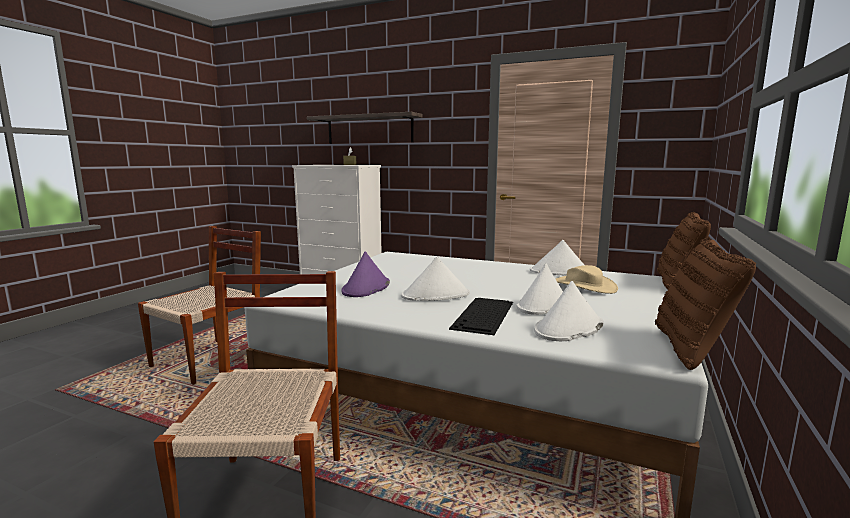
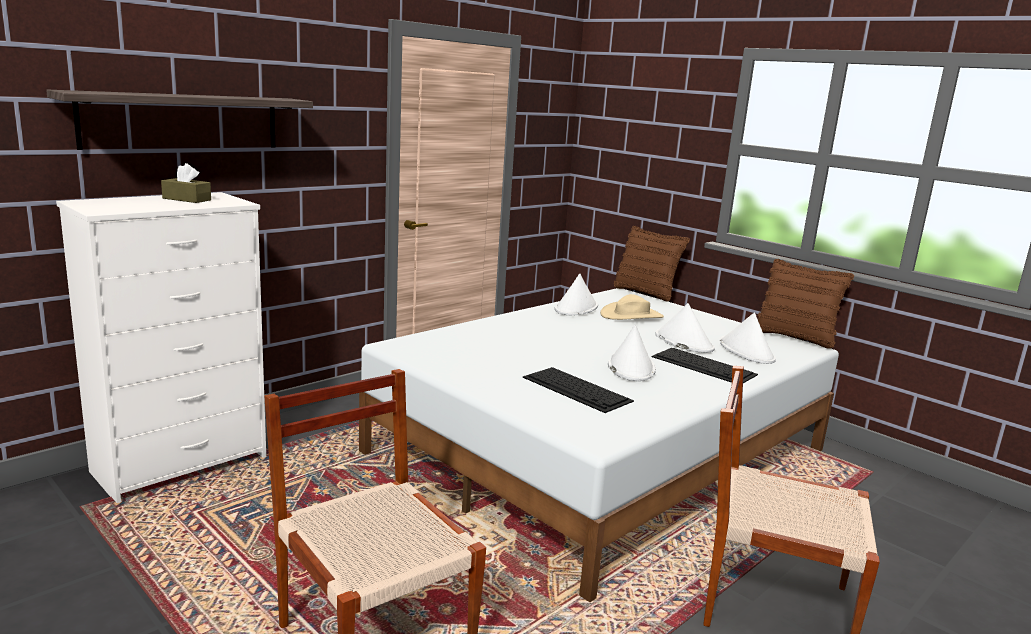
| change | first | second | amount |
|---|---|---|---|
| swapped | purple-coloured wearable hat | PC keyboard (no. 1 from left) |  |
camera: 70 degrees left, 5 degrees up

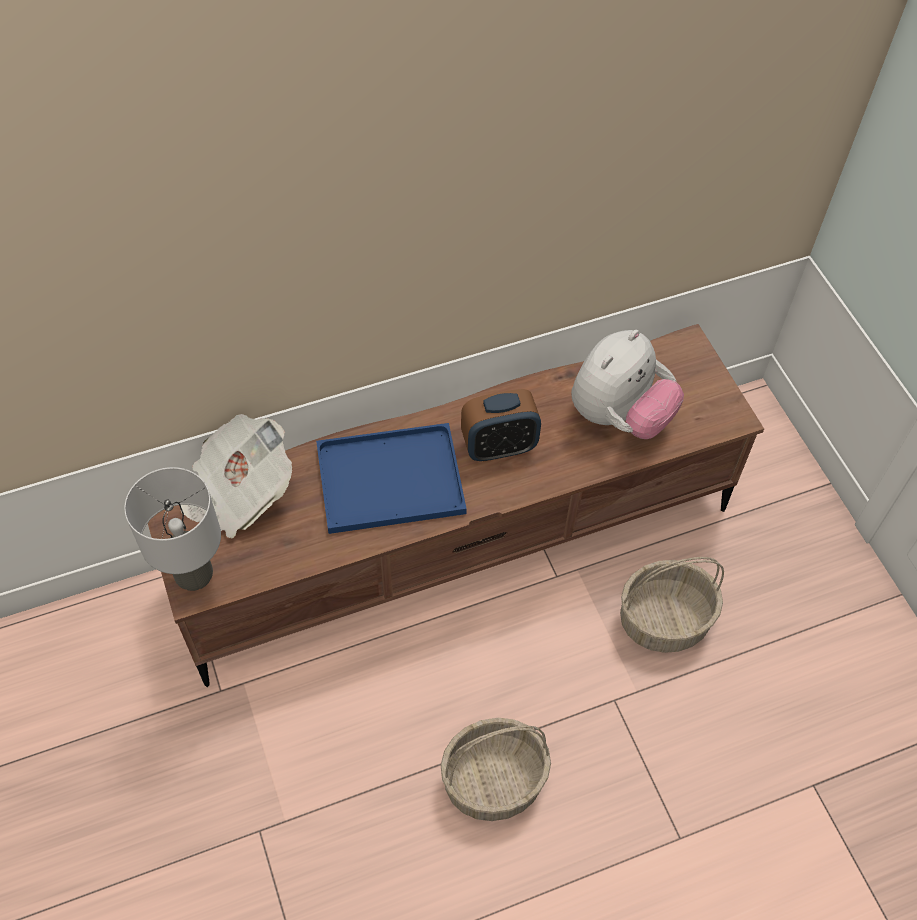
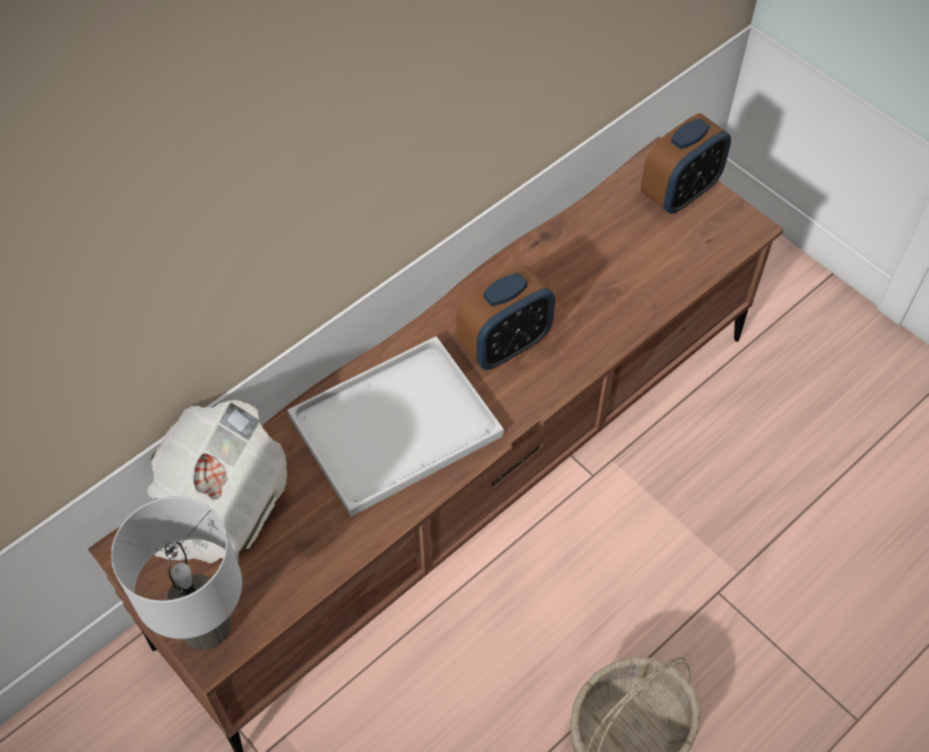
| change | first | second | amount |
|---|---|---|---|
| gone | plush toy |  |  |
| repainted | blue carrying tray | white-coloured carrying tray |  |
| gone | household basket (no. 2 from left) |  |  |
| new |  | bedside clock (no. 2 from left) |  |
camera: 20 degrees left, 0 degrees up

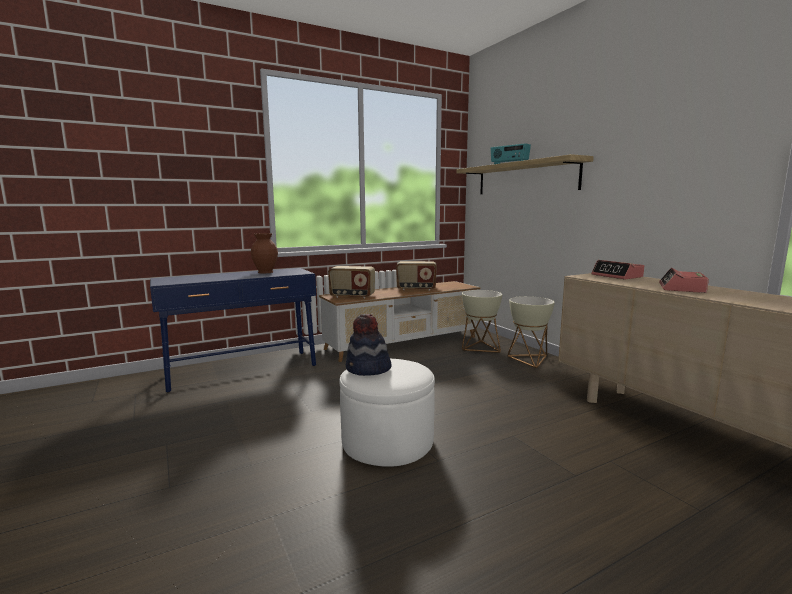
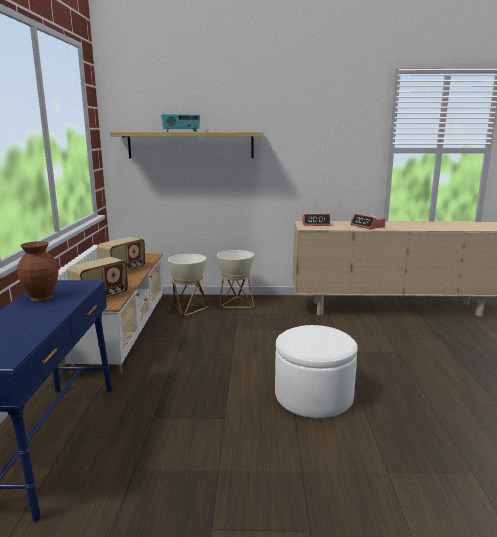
| change | first | second | amount |
|---|---|---|---|
| gone | wearable hat |  |  |
camera: 60 degrees left, 5 degrees up

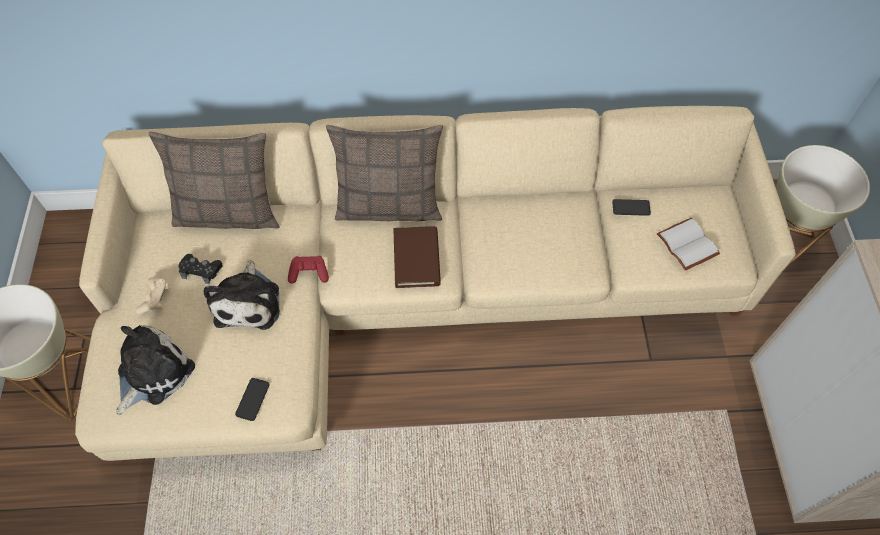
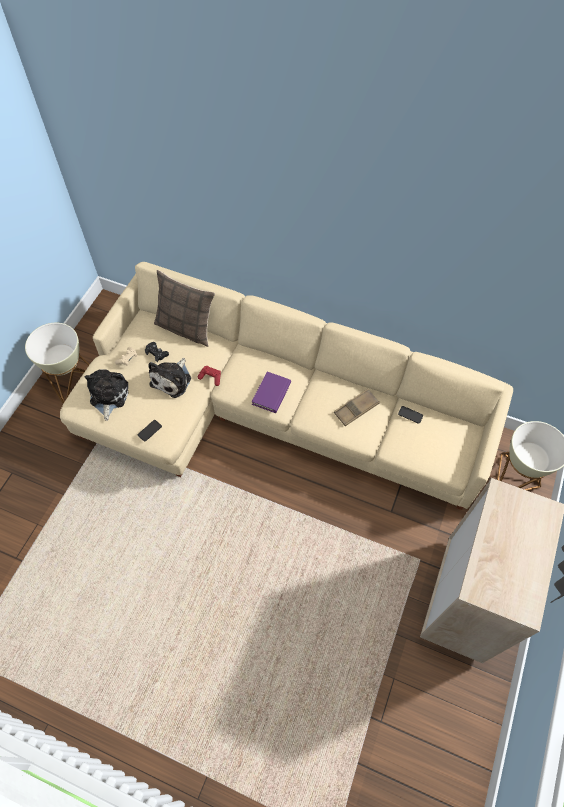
| change | first | second | amount |
|---|---|---|---|
| gone | cushion (no. 2 from left) |  |  |
| gone | white-coloured bound book |  |  |
| repainted | brown-coloured bound book | purple-coloured bound book |  |
| rotated | plush toy (no. 1 from left) |  | 60 degrees counterclockwise |
| new |  | brown-coloured carrying tray |  |
camera: 25 degrees right, 0 degrees up

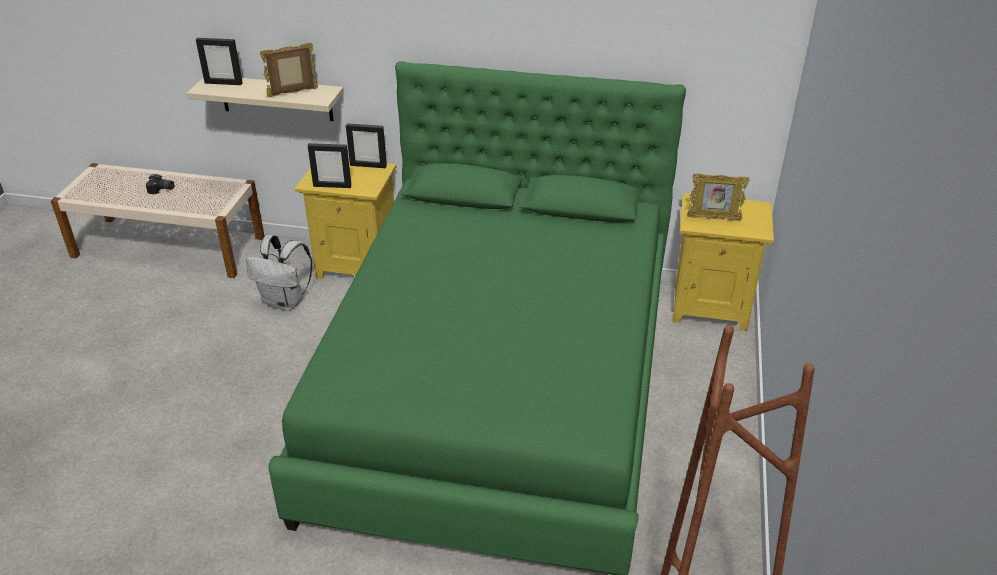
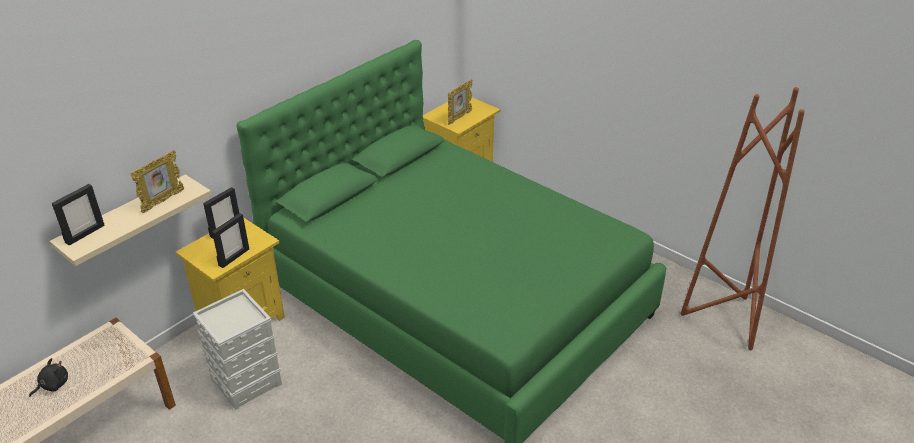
| change | first | second | amount |
|---|---|---|---|
| rotated | standing frame (no. 2 from left) |  | 150 degrees counterclockwise |
| swapped | still camera | black plush toy |  |
| swapped | white-coloured rucksack | gray storage bin |  |
camera: 60 degrees left, 0 degrees up

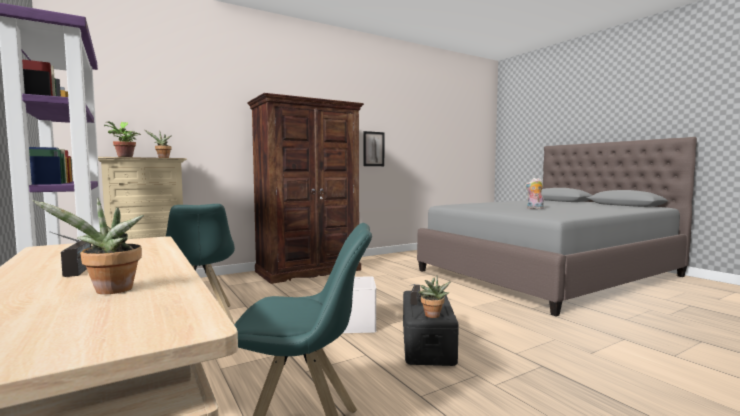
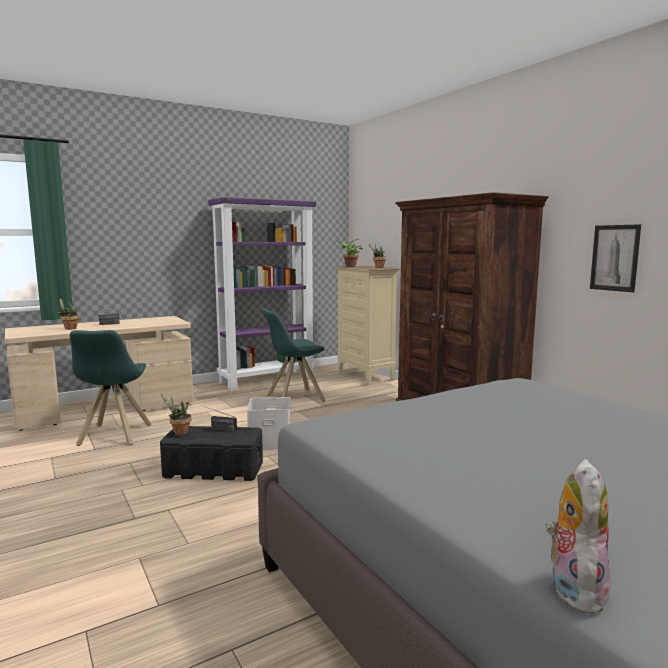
| change | first | second | amount |
|---|---|---|---|
| shifted | plush toy |  |  |
camera: 90 degrees right, 5 degrees up

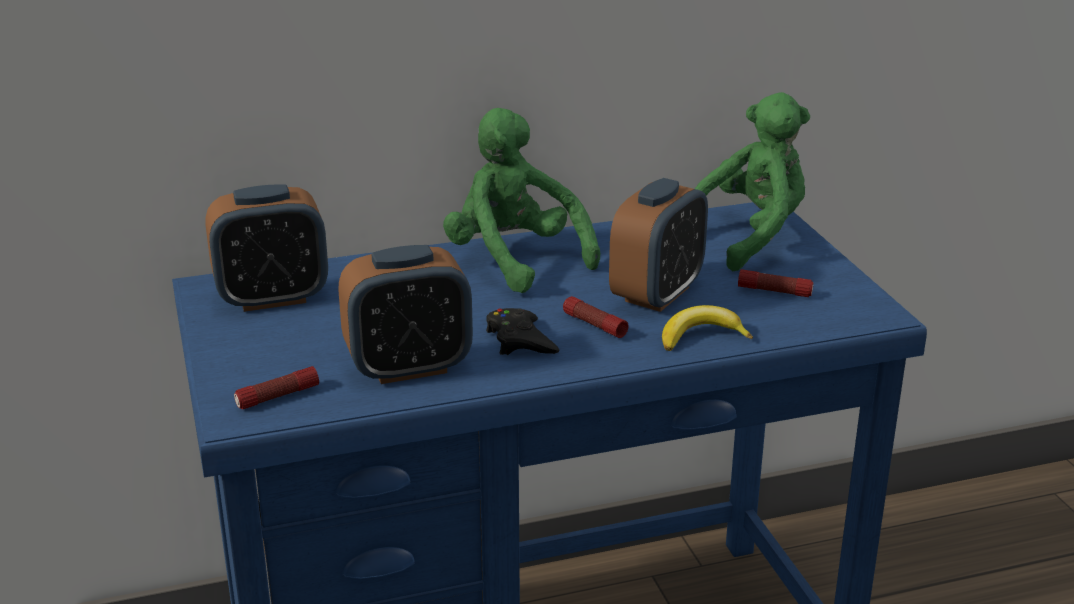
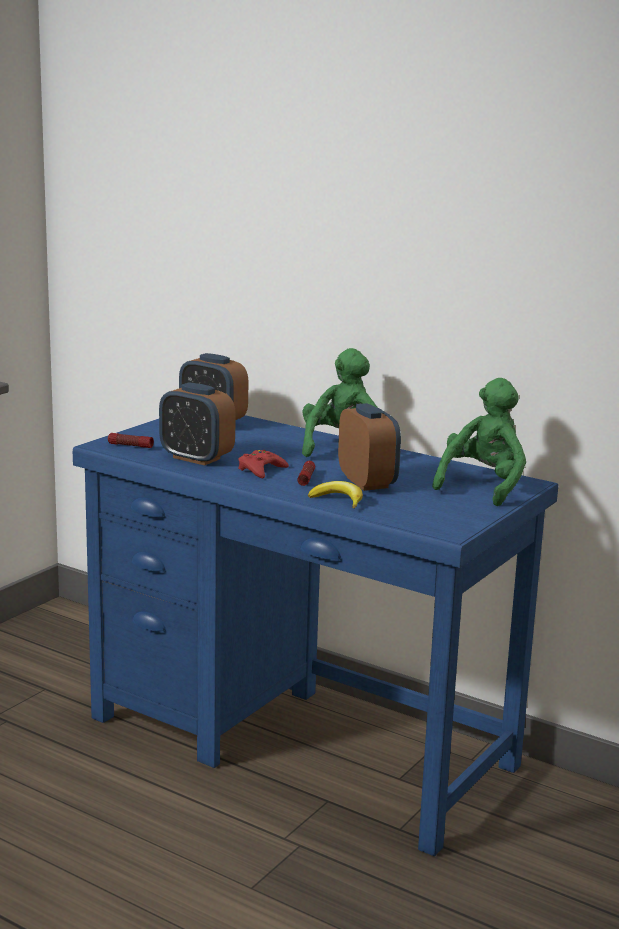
| change | first | second | amount |
|---|---|---|---|
| rotated | green-coloured plush toy (no. 2 from left) |  | 75 degrees counterclockwise |
| rotated | bedside clock (no. 3 from left) |  | 105 degrees counterclockwise |
| gone | hand torch (no. 3 from left) |  |  |
| repainted | black gamepad | reddish gamepad |  |
camera: 50 degrees right, 10 degrees down

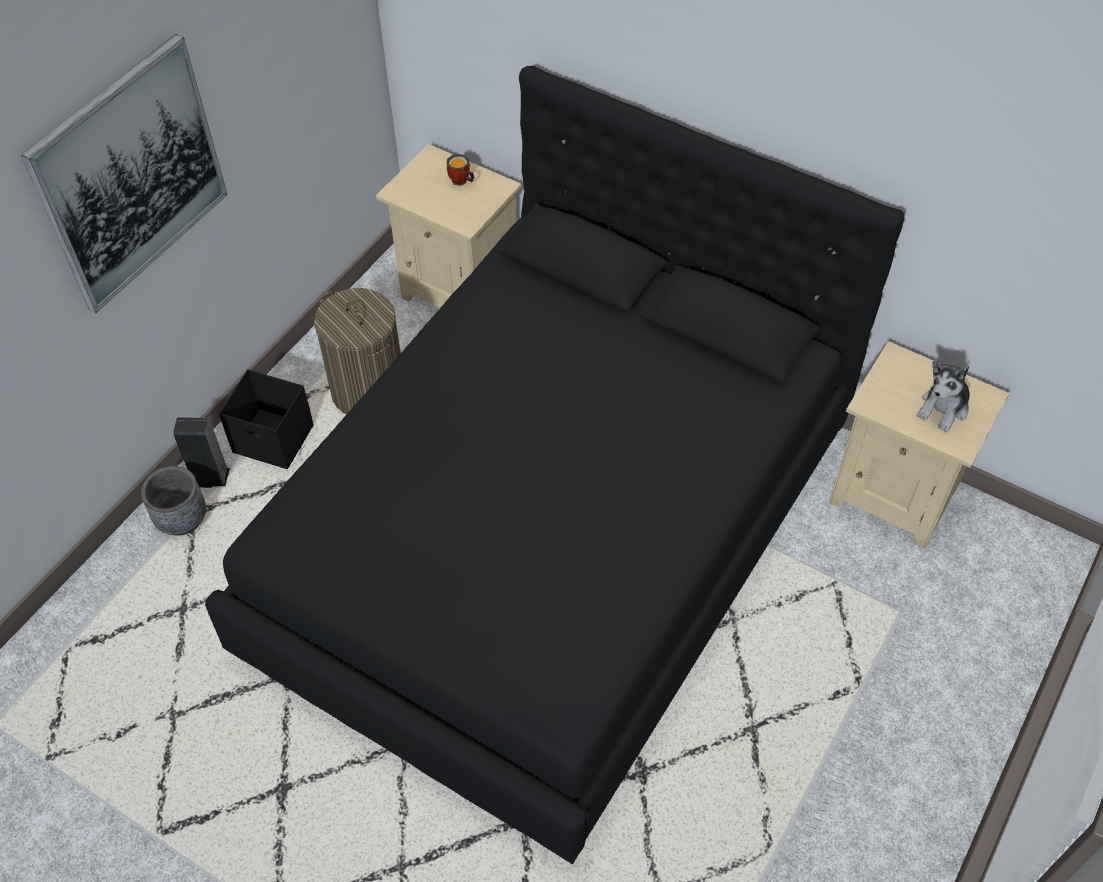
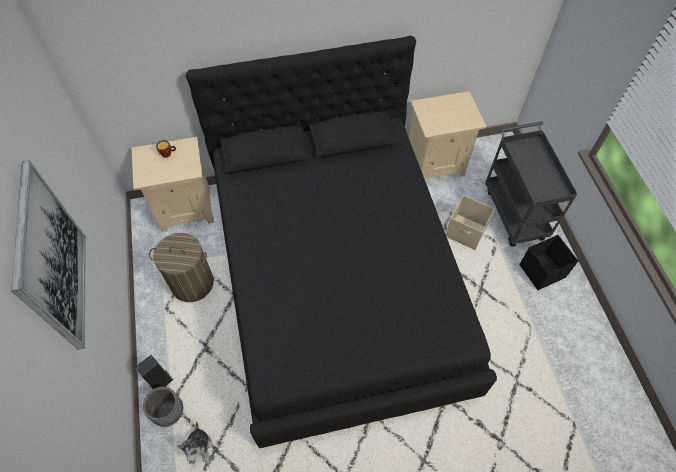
| change | first | second | amount |
|---|---|---|---|
| shifted | plush toy |  |  |
| shifted | black storage bin |  |  |
| new |  | gray cart |  |
| new |  | beige storage bin |  |
camera: 45 degrees left, 5 degrees up

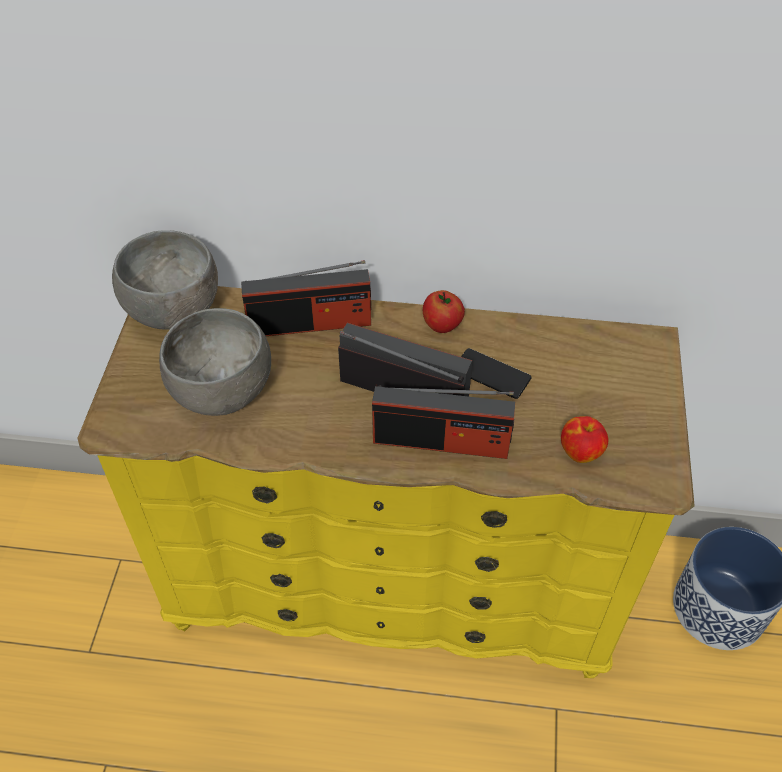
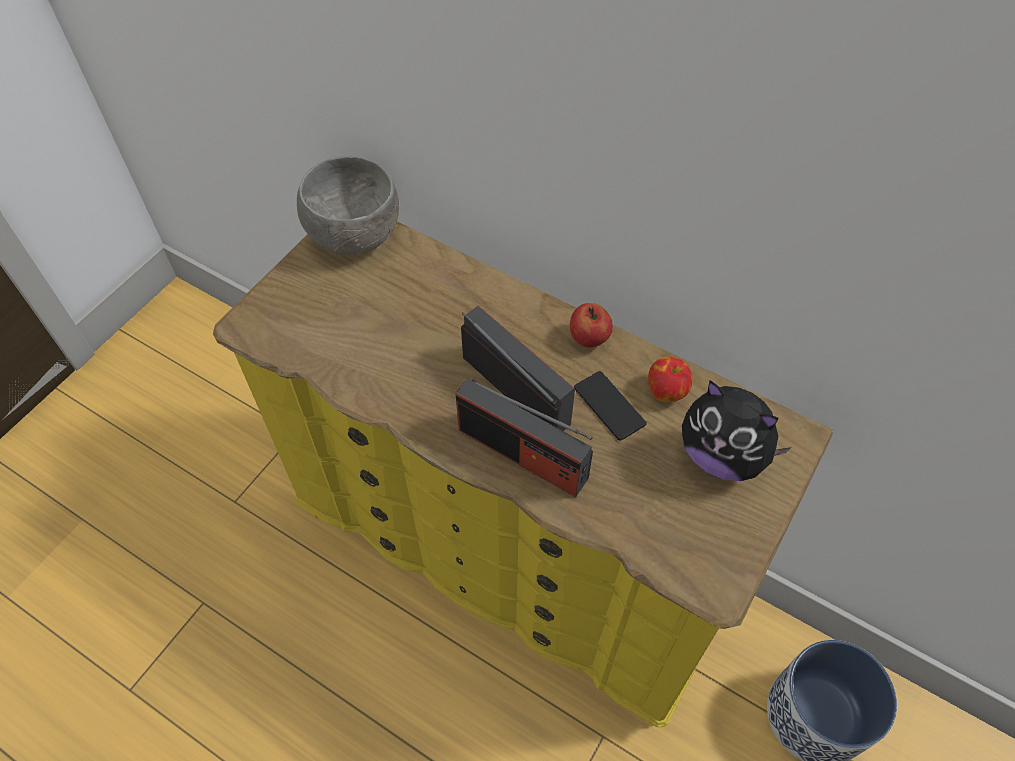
| change | first | second | amount |
|---|---|---|---|
| gone | radio (no. 1 from left) |  |  |
| gone | gray serving bowl (no. 2 from left) |  |  |
| shifted | whole apple (no. 2 from left) |  |  |
| new |  | plush toy |  |
camera: 25 degrees right, 5 degrees up

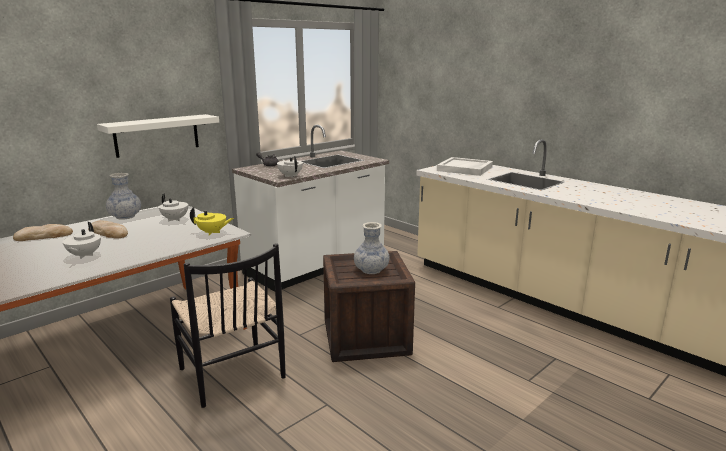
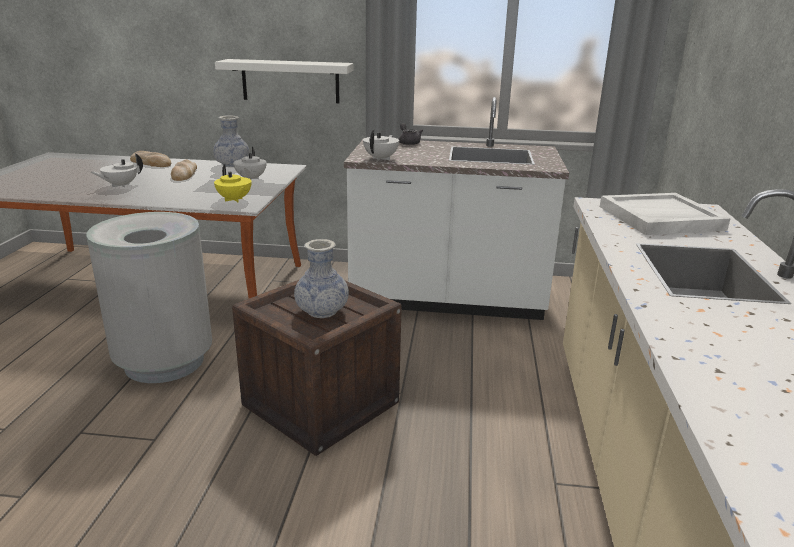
| change | first | second | amount |
|---|---|---|---|
| swapped | black upright chair | gray waste bin |  |
camera: 50 degrees right, 5 degrees up

